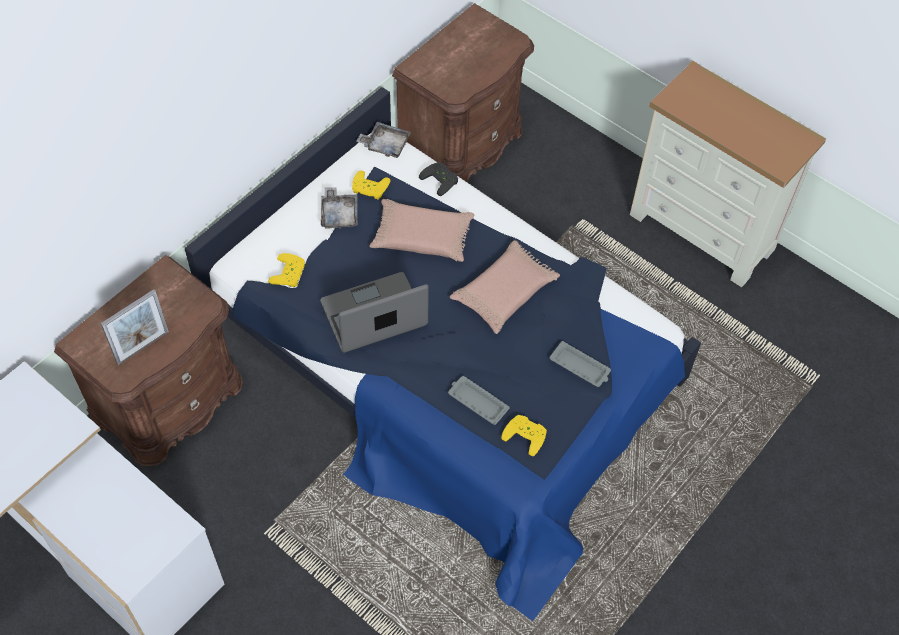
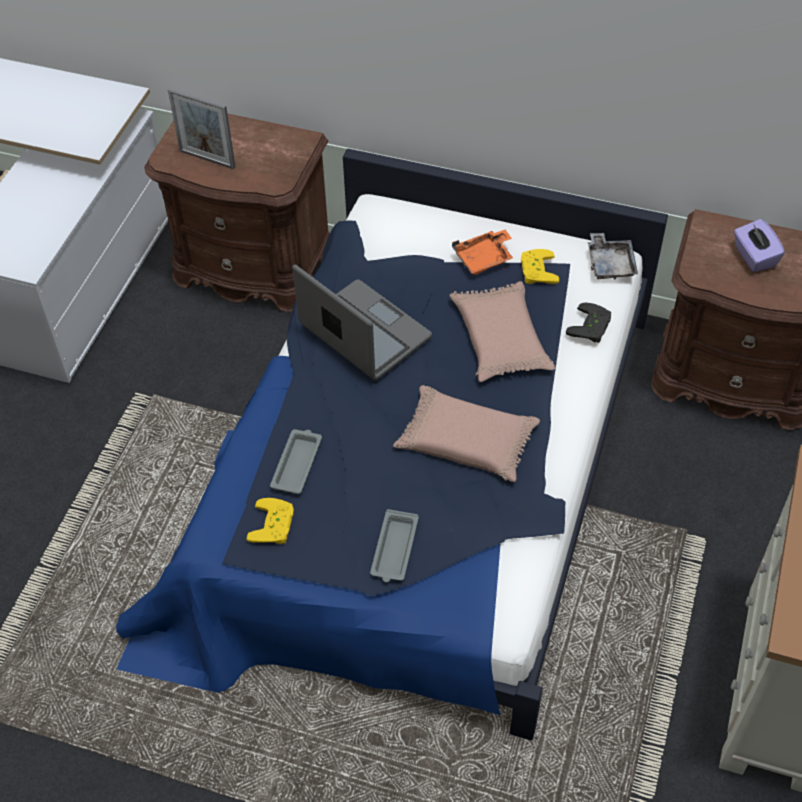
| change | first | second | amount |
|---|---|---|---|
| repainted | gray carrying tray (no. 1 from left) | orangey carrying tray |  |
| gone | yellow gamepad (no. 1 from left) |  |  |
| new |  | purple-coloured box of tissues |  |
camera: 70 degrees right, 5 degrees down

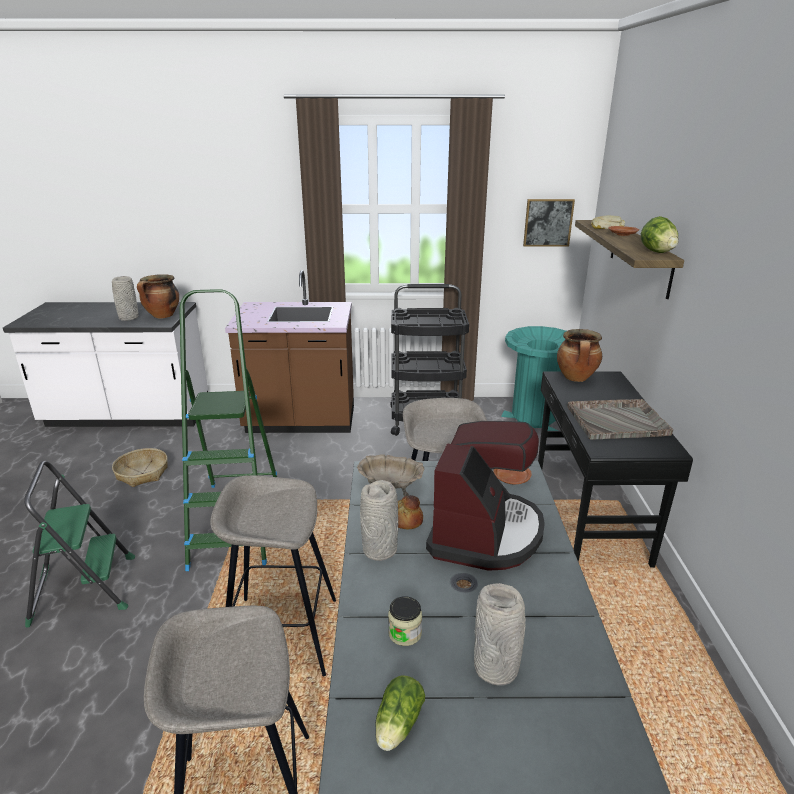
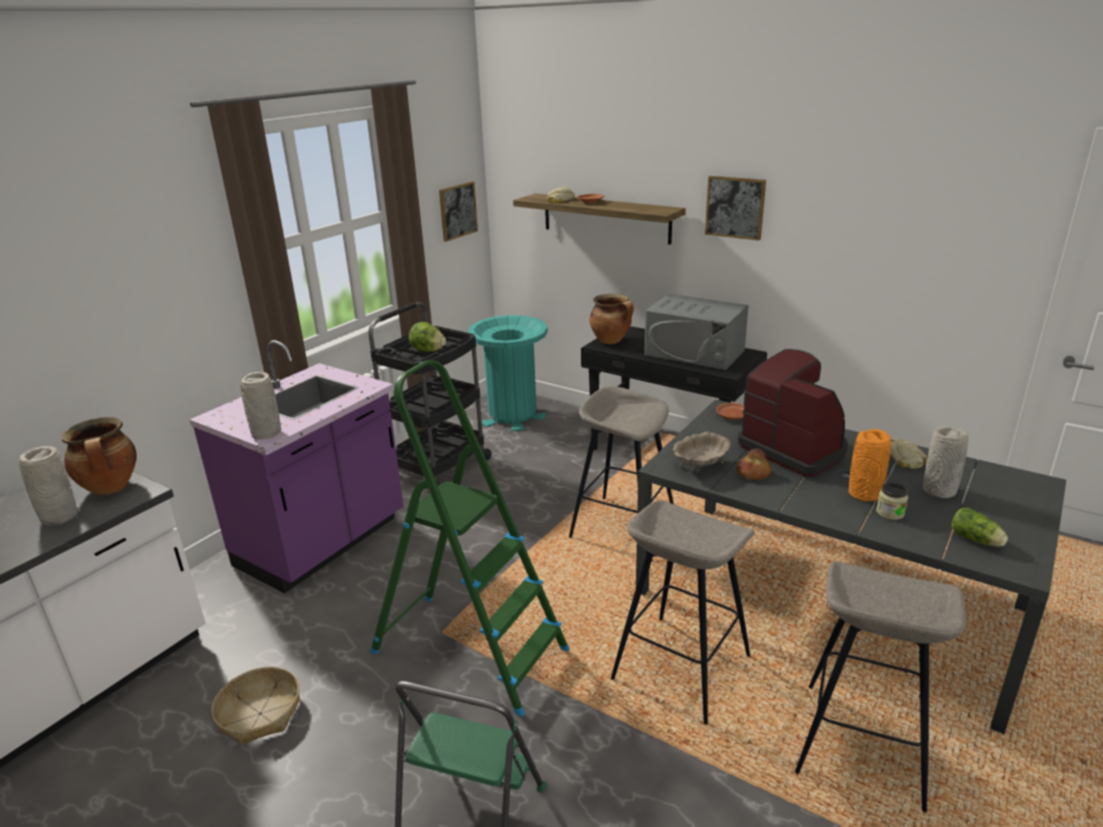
| change | first | second | amount |
|---|---|---|---|
| shifted | head of lettuce (no. 2 from left in the first image) | head of lettuce (no. 1 from left) |  |
| repainted | brown-coloured kitchen base unit | purple-coloured kitchen base unit |  |
| swapped | gray carrying tray | gray kitchen microwave |  |
| shifted | gray vase (no. 2 from left) |  |  |
| new |  | picture (no. 2 from left) |  |
| new |  | orangey vase |  |
| new |  | bread (no. 3 from left) |  |
camera: 55 degrees left, 0 degrees up

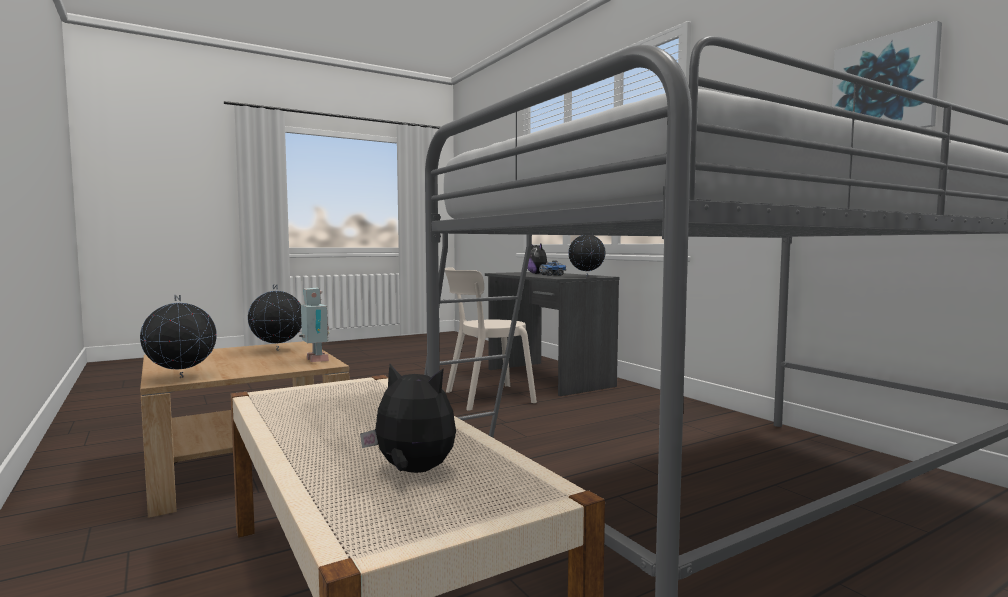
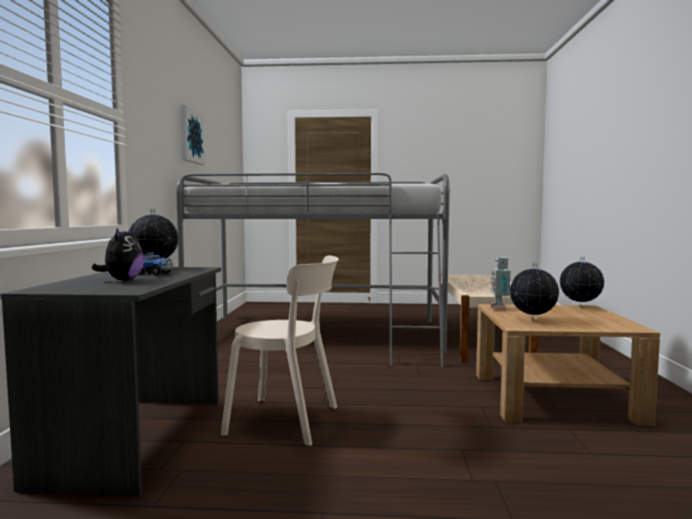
| change | first | second | amount |
|---|---|---|---|
| gone | plush toy (no. 1 from left) |  |  |
camera: 145 degrees left, 0 degrees up

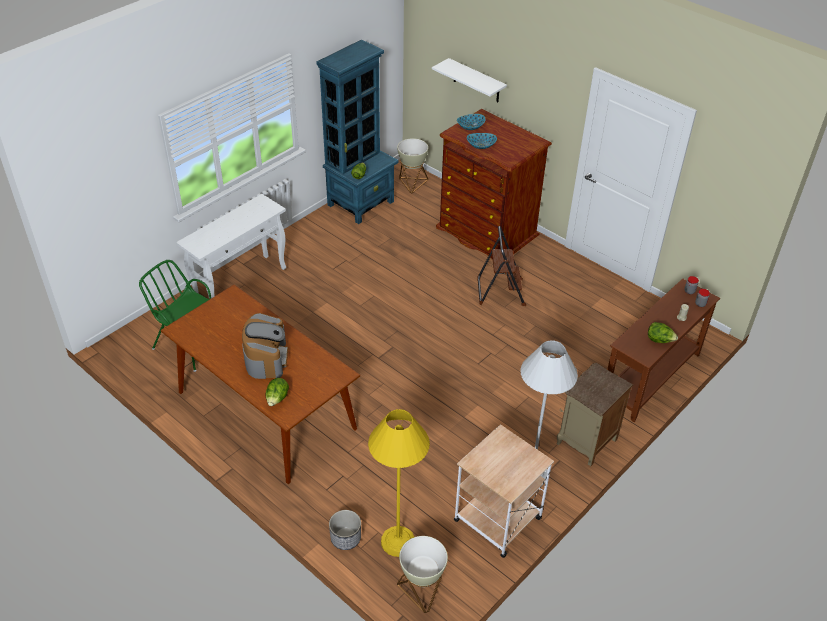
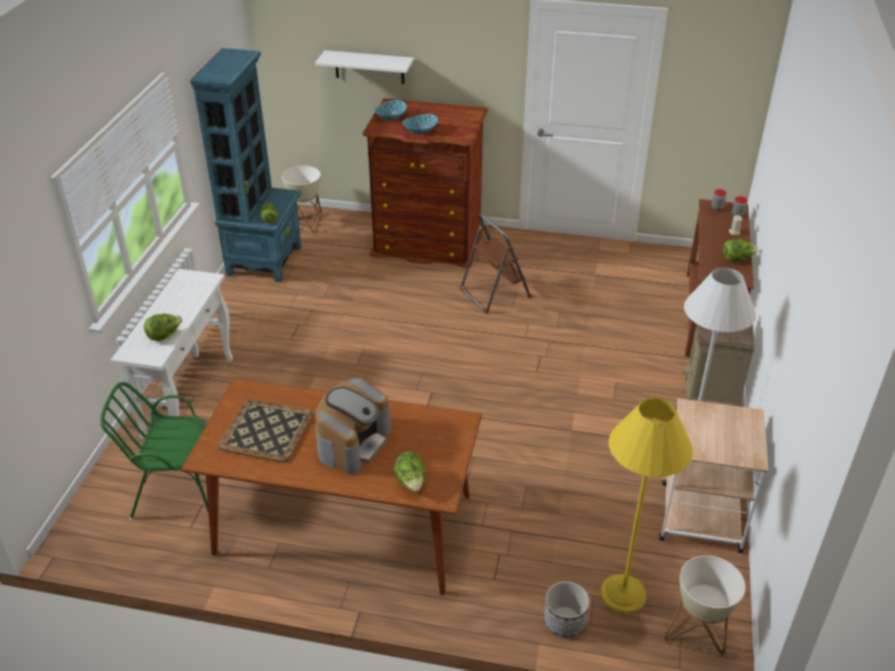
| change | first | second | amount |
|---|---|---|---|
| rotated | coffee maker |  | 60 degrees clockwise |
| new |  | head of lettuce (no. 1 from left) |  |
| new |  | carrying tray |  |
camera: 30 degrees left, 5 degrees down

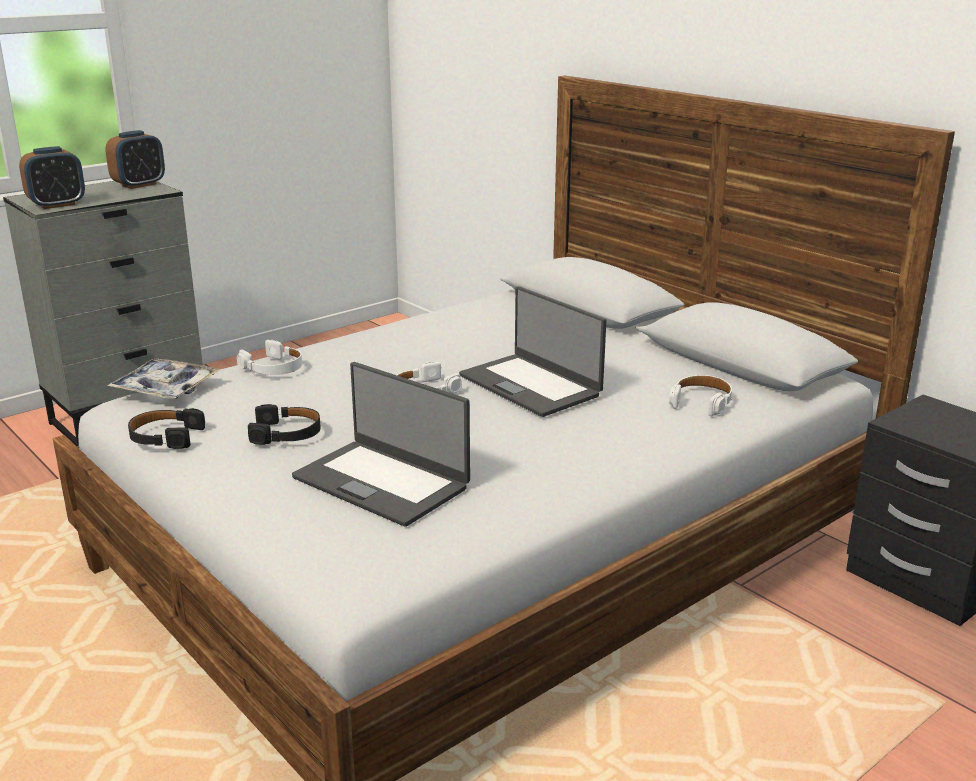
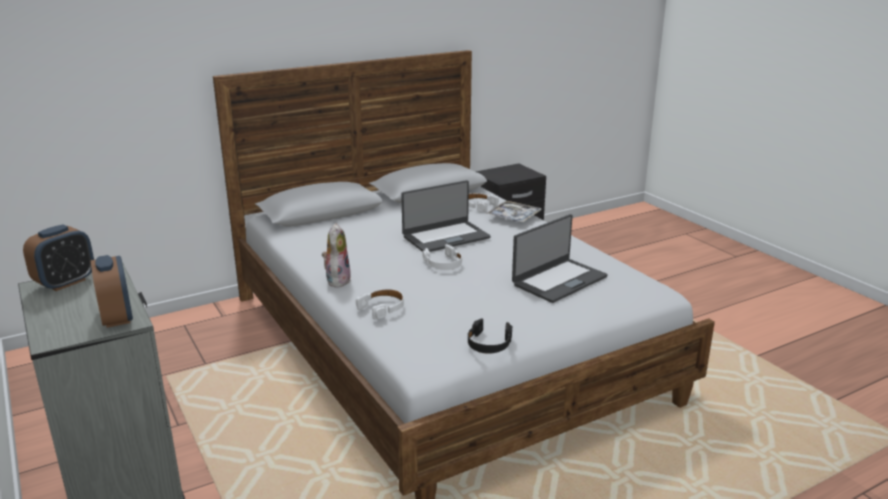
| change | first | second | amount |
|---|---|---|---|
| rotated | bedside clock (no. 2 from left in the first image) | bedside clock (no. 1 from left) | 75 degrees clockwise |
| shifted | carrying tray |  |  |
| gone | black headphones (no. 2 from left) |  |  |
| new |  | plush toy |  |
camera: 80 degrees left, 0 degrees up

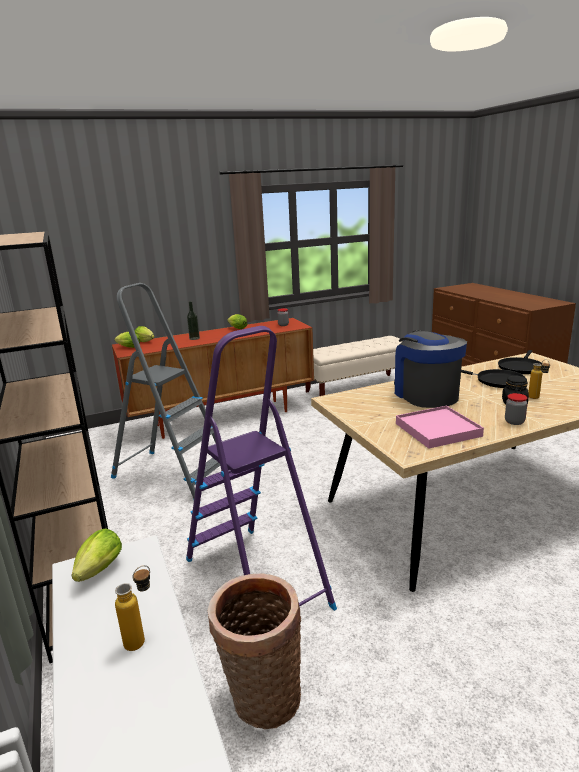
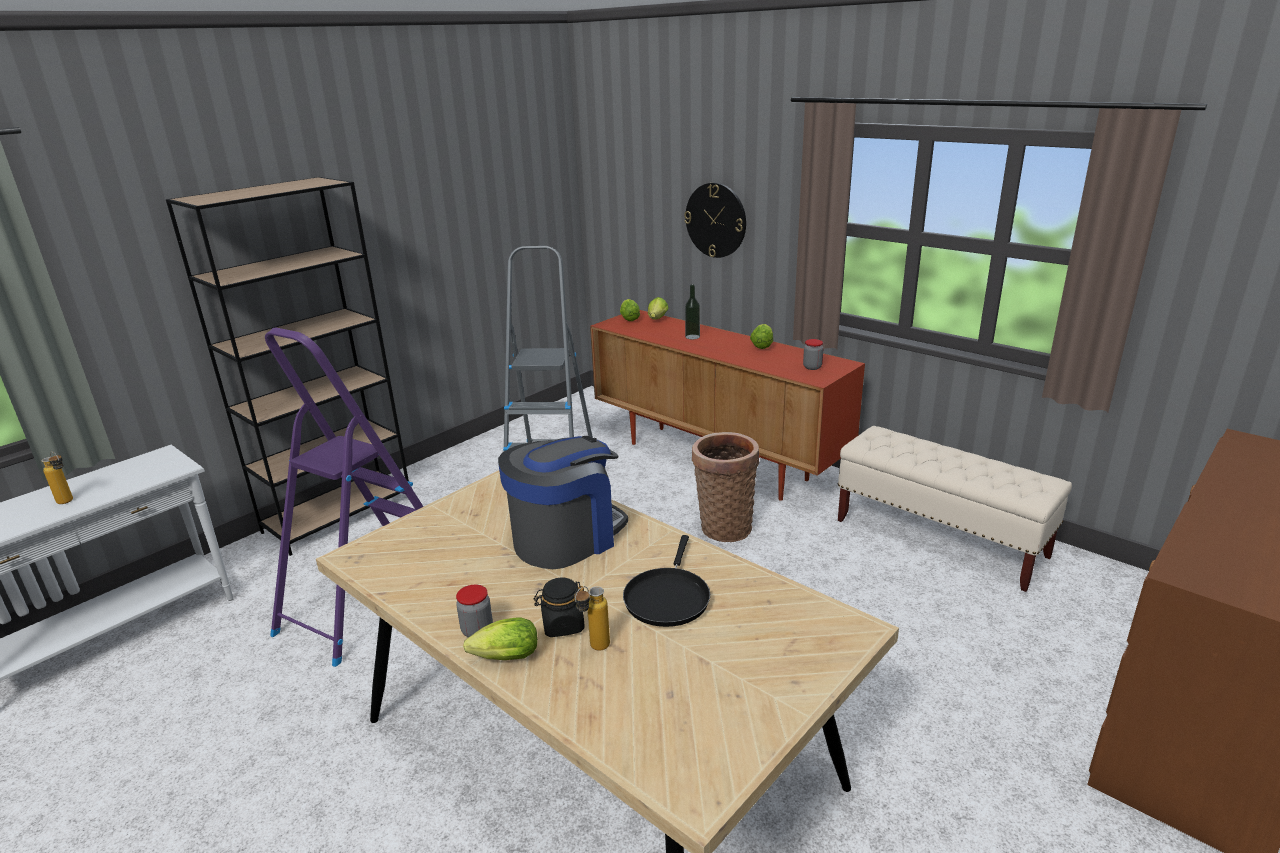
| change | first | second | amount |
|---|---|---|---|
| gone | black skillet (no. 2 from left) |  |  |
| gone | pink carrying tray |  |  |
| shifted | head of lettuce (no. 1 from left) |  |  |
| shifted | household basket |  |  |
| new |  | clock on the wall |  |
camera: 65 degrees right, 5 degrees up

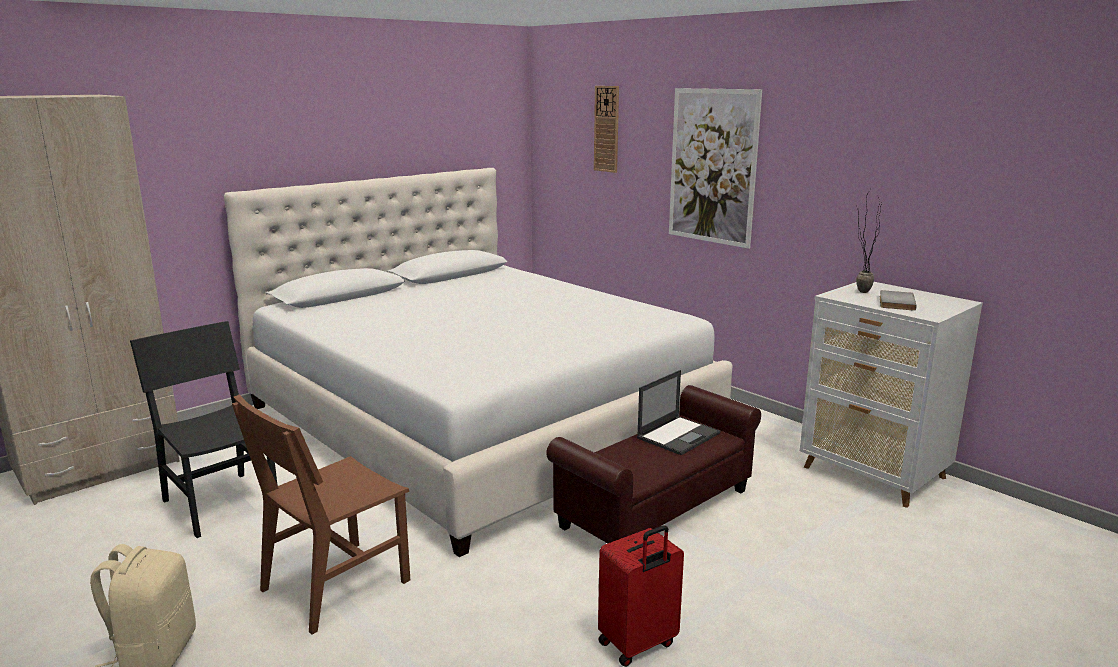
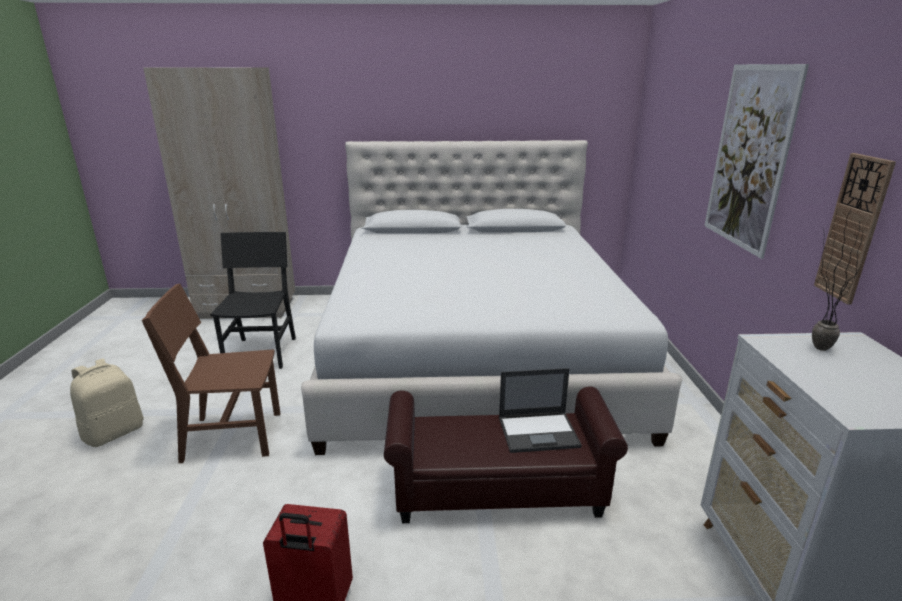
| change | first | second | amount |
|---|---|---|---|
| shifted | clock on the wall |  |  |
| gone | gray bound book |  |  |
camera: 40 degrees right, 5 degrees up

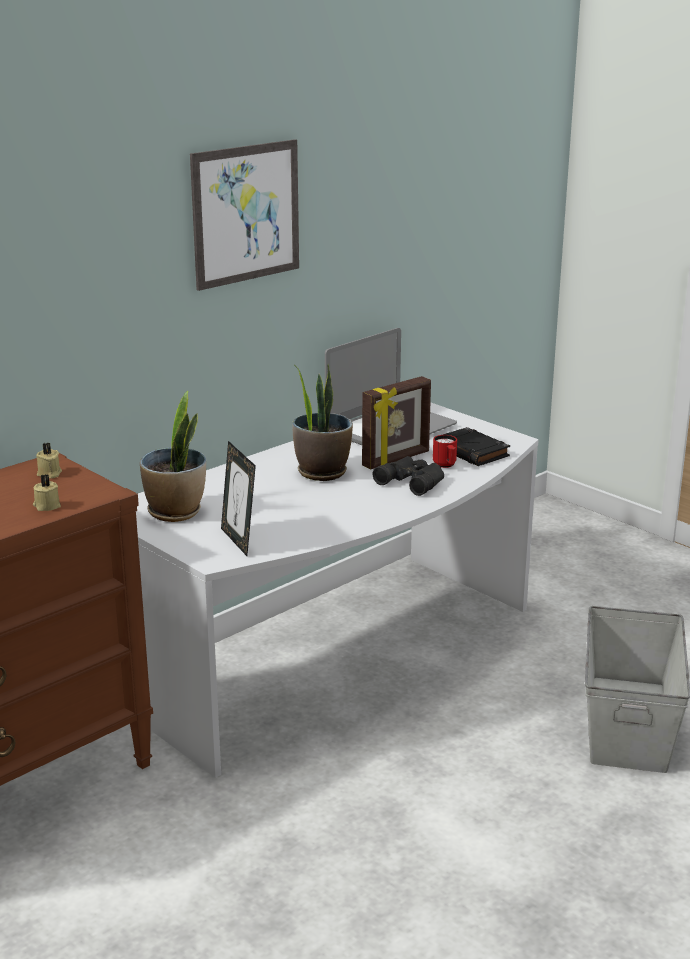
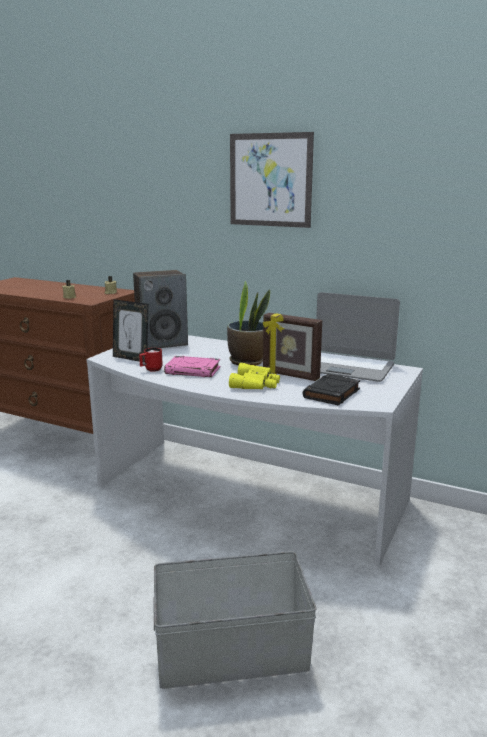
| change | first | second | amount |
|---|---|---|---|
| swapped | plant in a pot (no. 1 from left) | speaker |  |
| shifted | reddish tea mug |  |  |
| rotated | standing frame (no. 1 from left) |  | 105 degrees counterclockwise |
| repainted | black field glasses | yellow field glasses |  |
| new |  | pink bound book |  |
camera: 70 degrees right, 5 degrees down

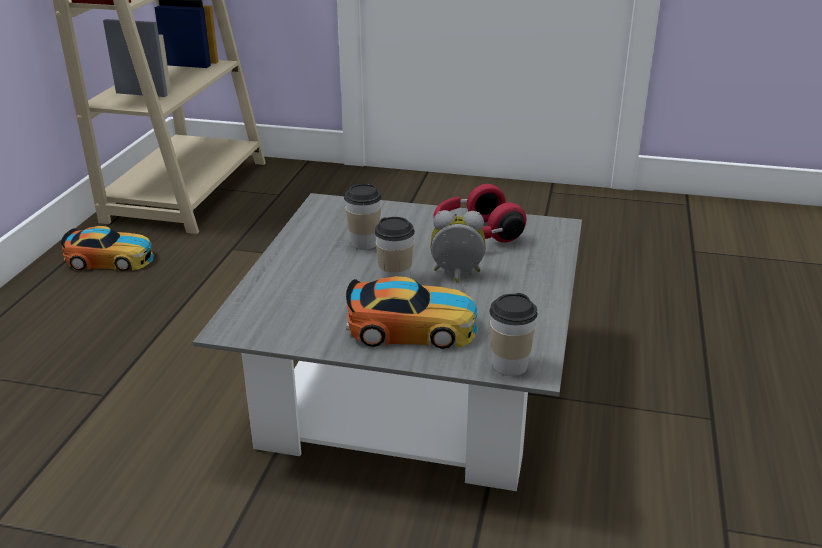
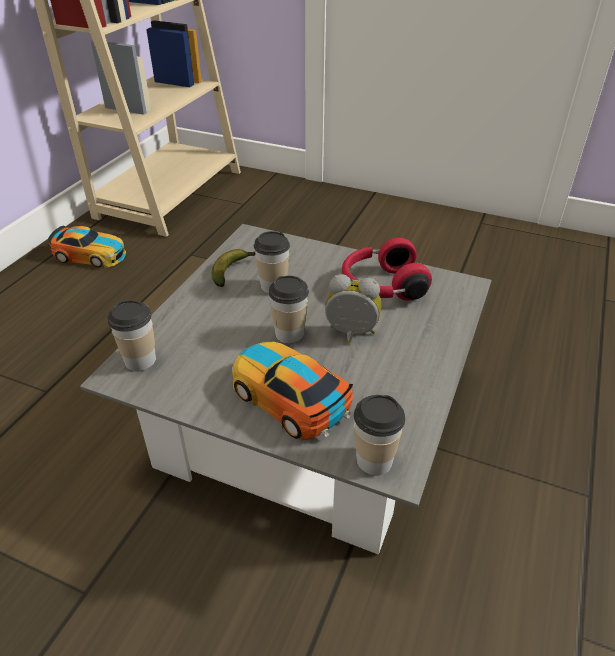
| change | first | second | amount |
|---|---|---|---|
| rotated | toy car (no. 2 from left) |  | 150 degrees counterclockwise |
| new |  | banana fruit |  |
| new |  | drinking cup (no. 1 from left) |  |
camera: 10 degrees right, 10 degrees up

